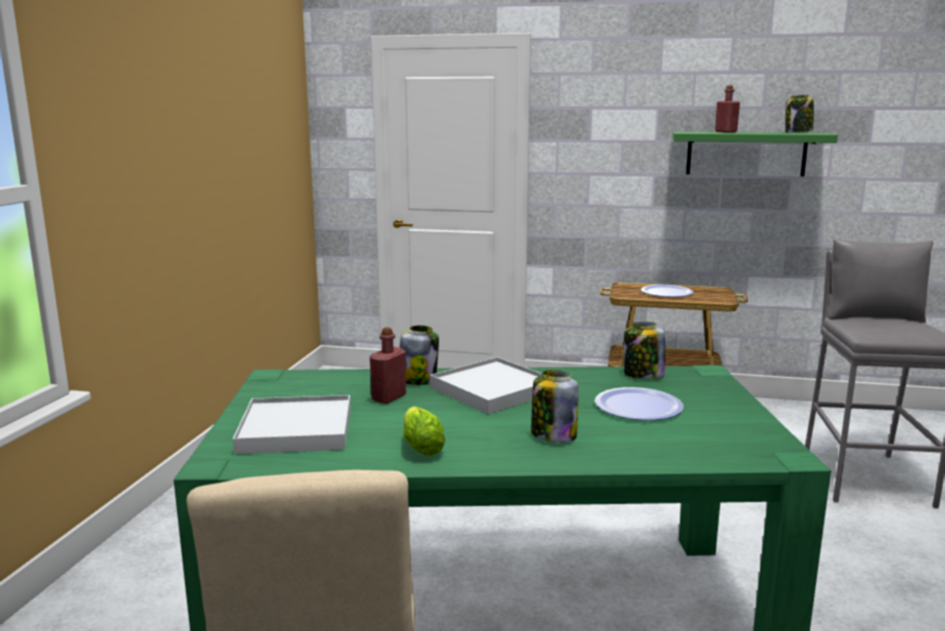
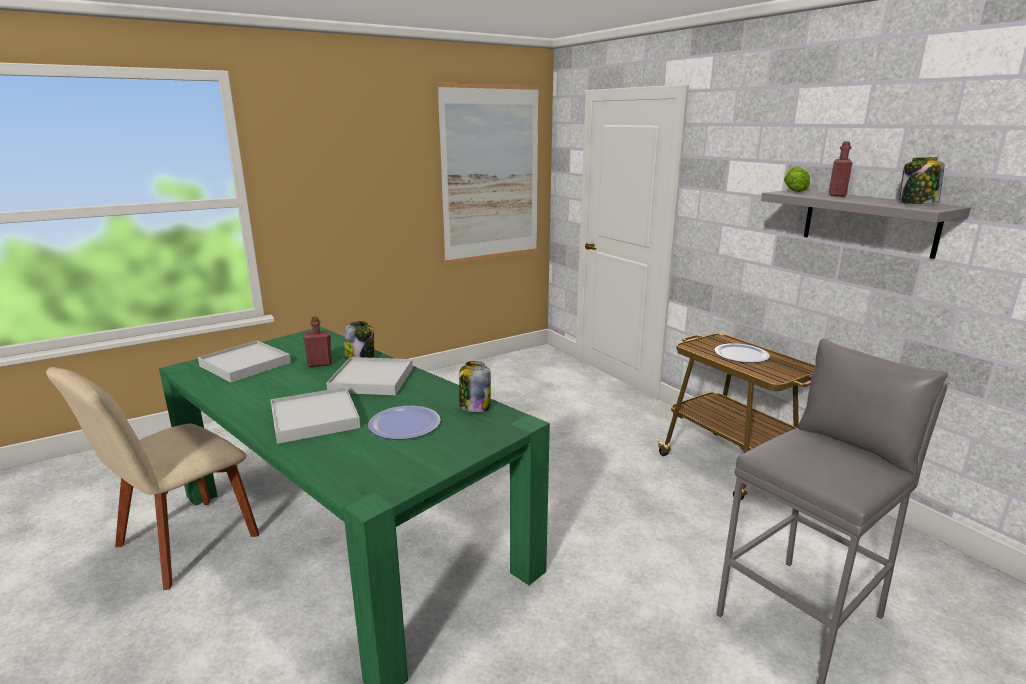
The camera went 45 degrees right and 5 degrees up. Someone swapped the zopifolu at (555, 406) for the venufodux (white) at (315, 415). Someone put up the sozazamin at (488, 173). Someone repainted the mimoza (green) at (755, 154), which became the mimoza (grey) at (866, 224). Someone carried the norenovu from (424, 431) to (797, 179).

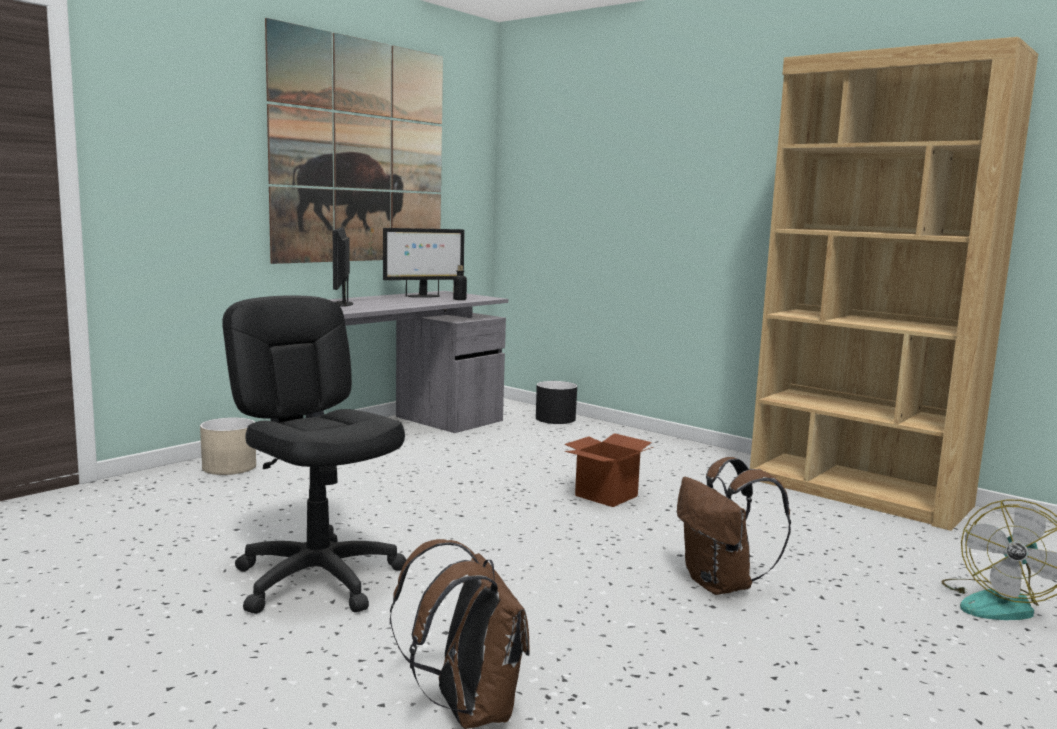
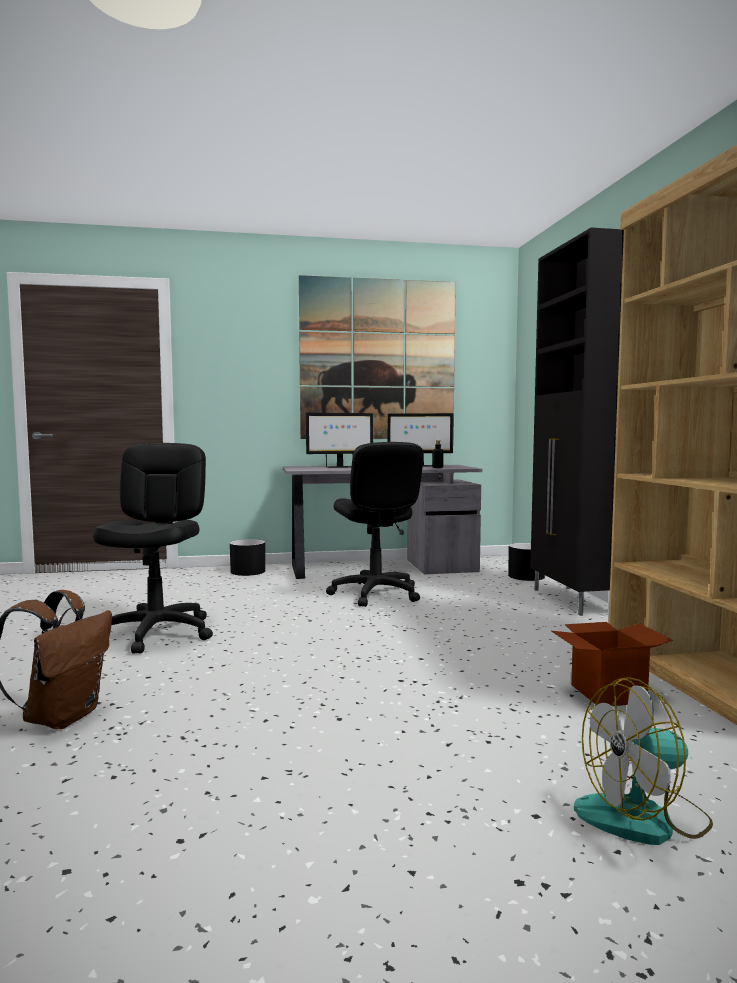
The camera went 40 degrees right and 5 degrees down. Someone repainted the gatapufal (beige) at (228, 446), which became the gatapufal (black) at (247, 557). Someone rotated the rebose at (343, 267) by 135 degrees counterclockwise. Someone put down the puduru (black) at (375, 524). Someone put down the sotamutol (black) at (577, 422). Someone carried the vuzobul from (608, 470) to (612, 664). Someone took away the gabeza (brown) at (734, 526).

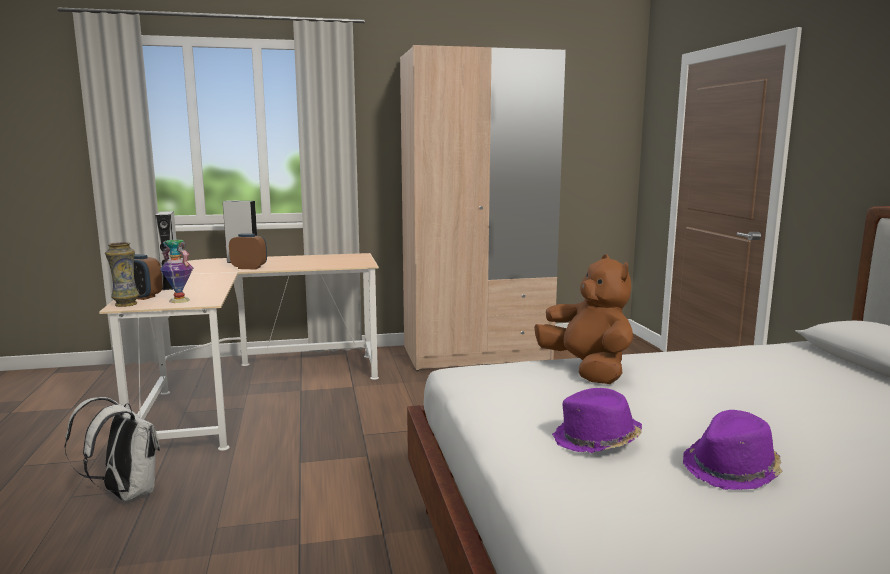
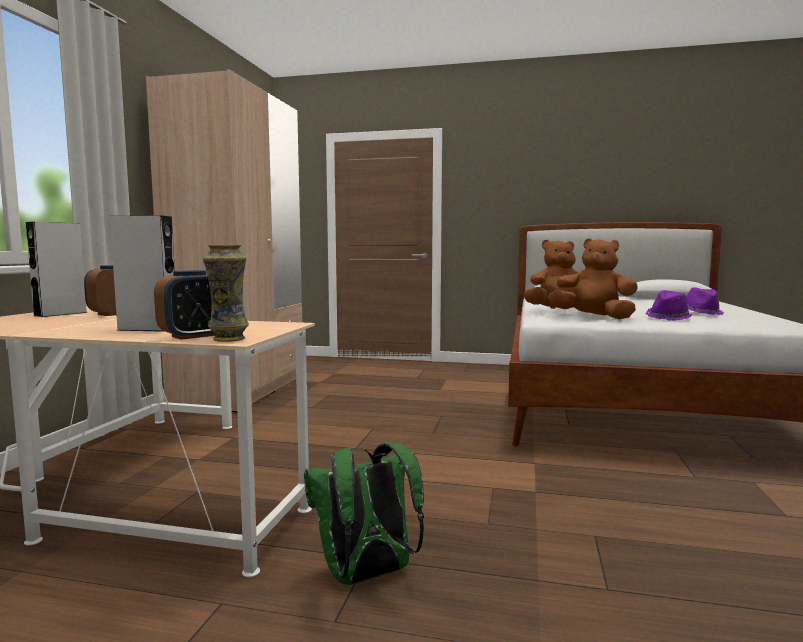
The camera went 65 degrees left and 5 degrees down. Someone repainted the gabeza (white) at (112, 449), which became the gabeza (green) at (364, 513). Someone put down the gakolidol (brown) at (593, 278). Someone took away the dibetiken at (176, 271).

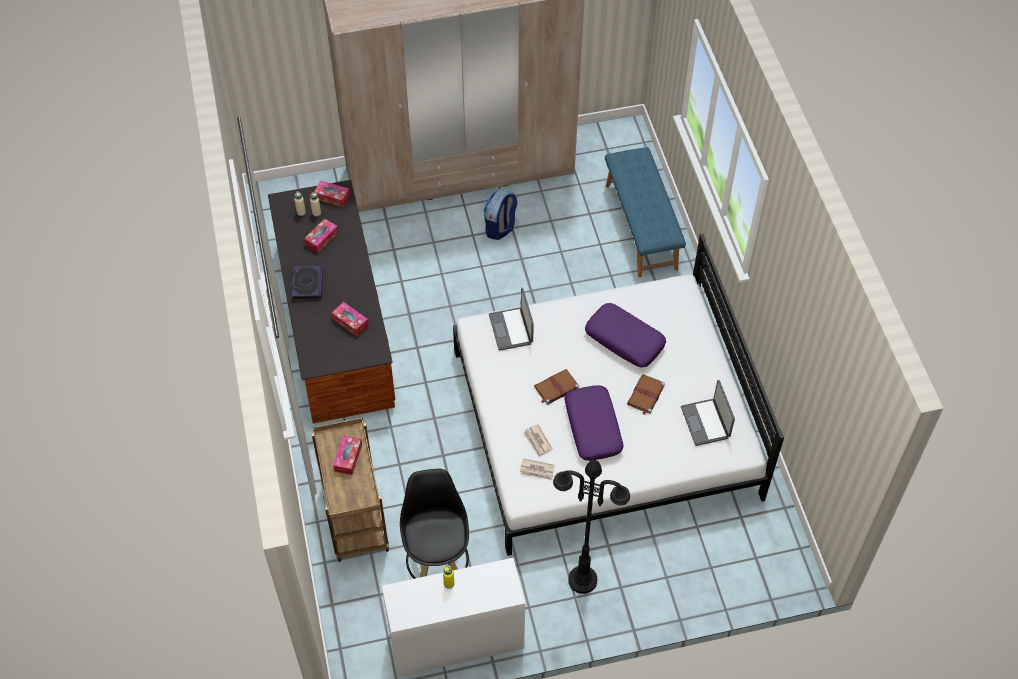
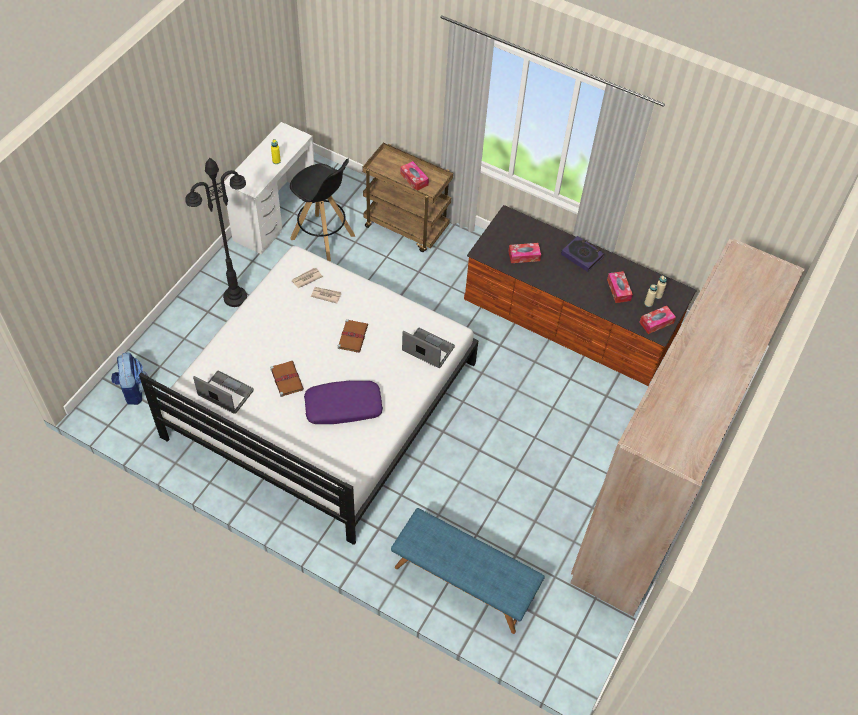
The camera went 130 degrees right and 0 degrees up. Someone carried the gabeza from (500, 213) to (129, 378). Someone took away the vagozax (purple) at (594, 423).

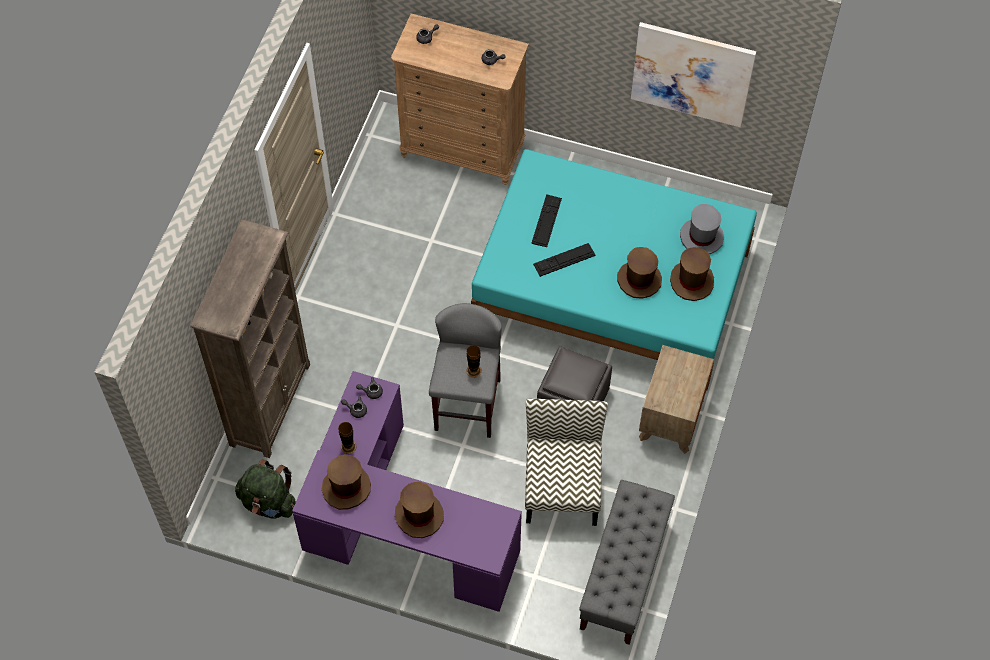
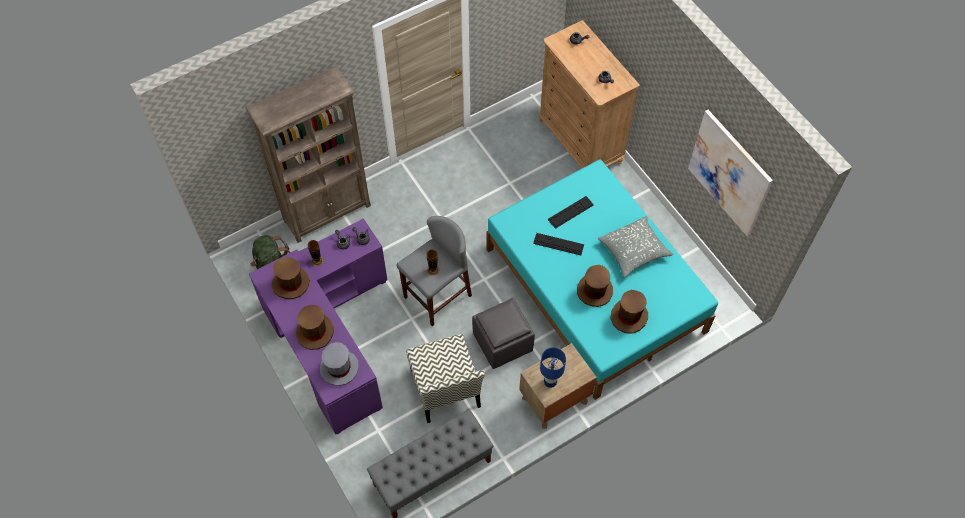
The camera went 40 degrees right and 0 degrees up. Someone carried the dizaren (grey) from (702, 229) to (339, 364). Someone rotated the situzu at (566, 462) by 120 degrees clockwise. Someone put down the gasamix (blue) at (553, 367). Someone put down the vagozax (grey) at (635, 246).

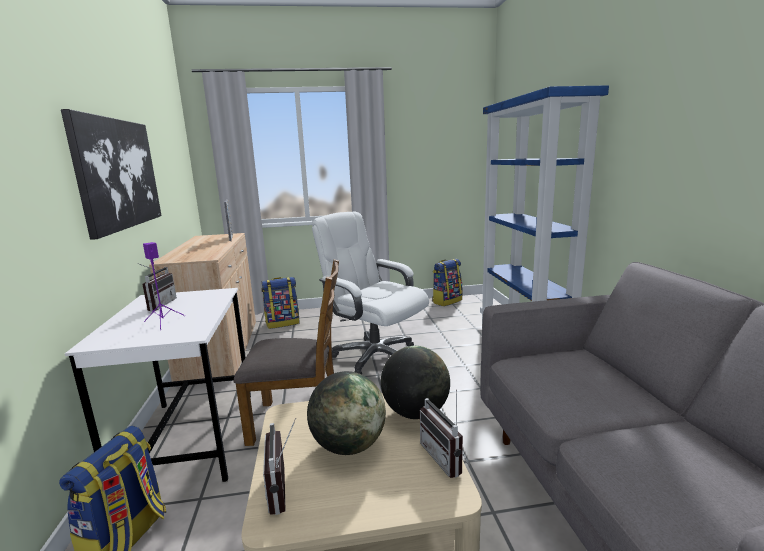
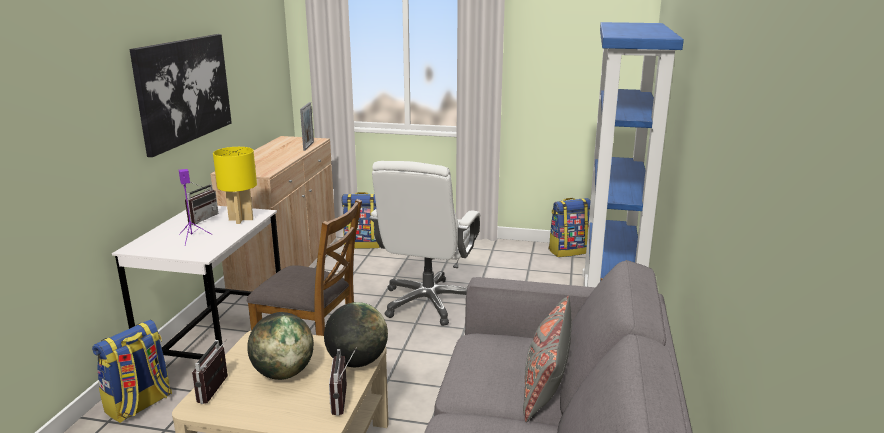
The camera went 20 degrees right and 5 degrees up. Someone put down the gasamix (yellow) at (235, 185). Someone rotated the puduru (white) at (370, 293) by 135 degrees counterclockwise. Someone put down the vagozax (grey) at (547, 359).

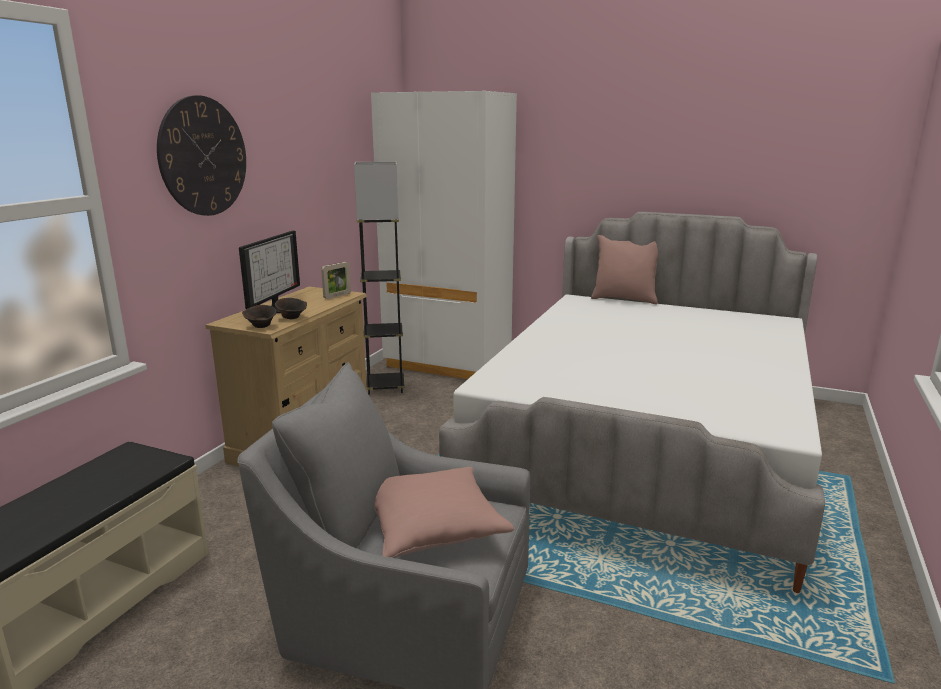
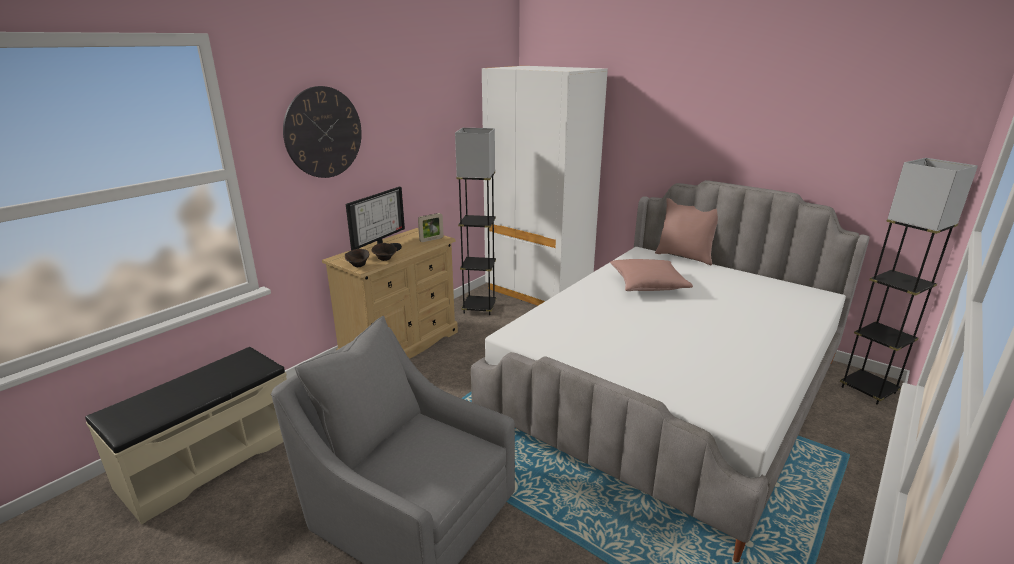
The camera went 15 degrees right and 5 degrees up. Someone carried the vagozax (pink) from (444, 512) to (651, 275). Someone put down the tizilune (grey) at (909, 281).

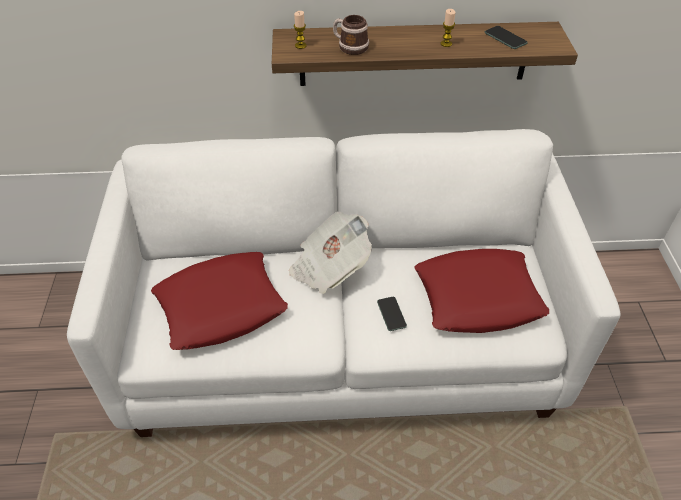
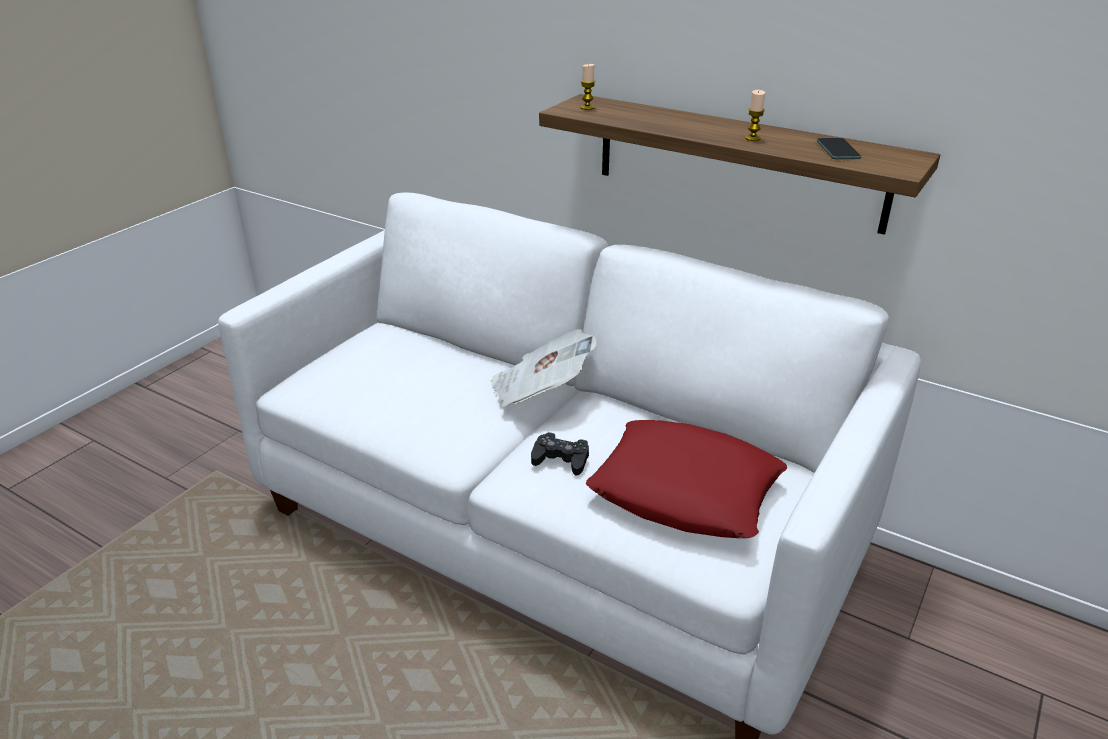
The camera went 35 degrees right and 15 degrees down. Someone swapped the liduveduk at (392, 314) for the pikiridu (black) at (560, 454). Someone took away the vagozax (red) at (219, 301). Someone took away the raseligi at (351, 35).

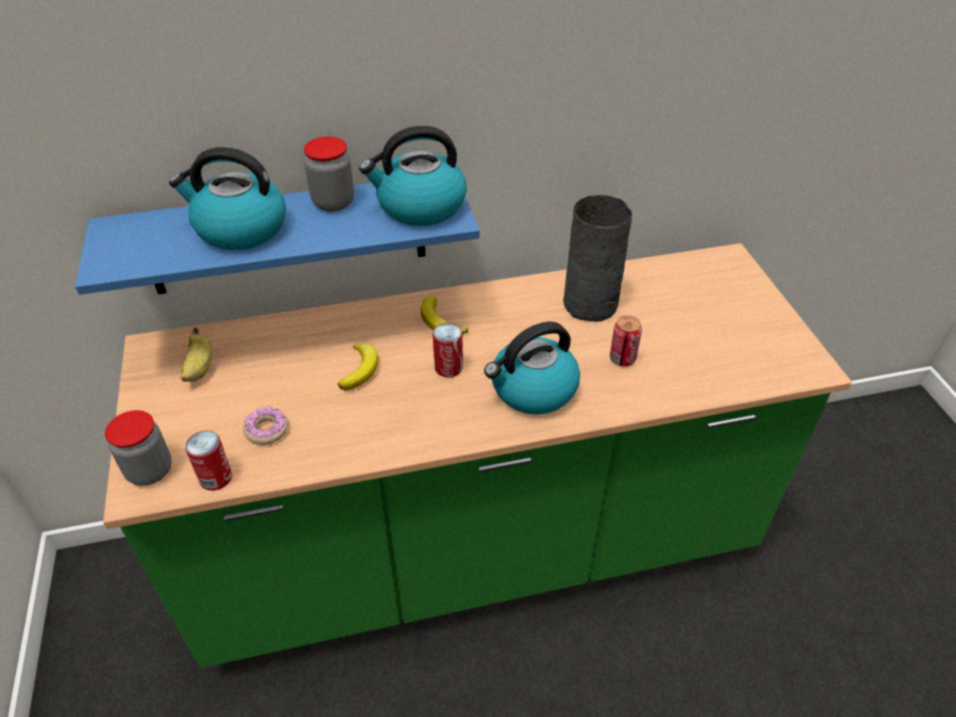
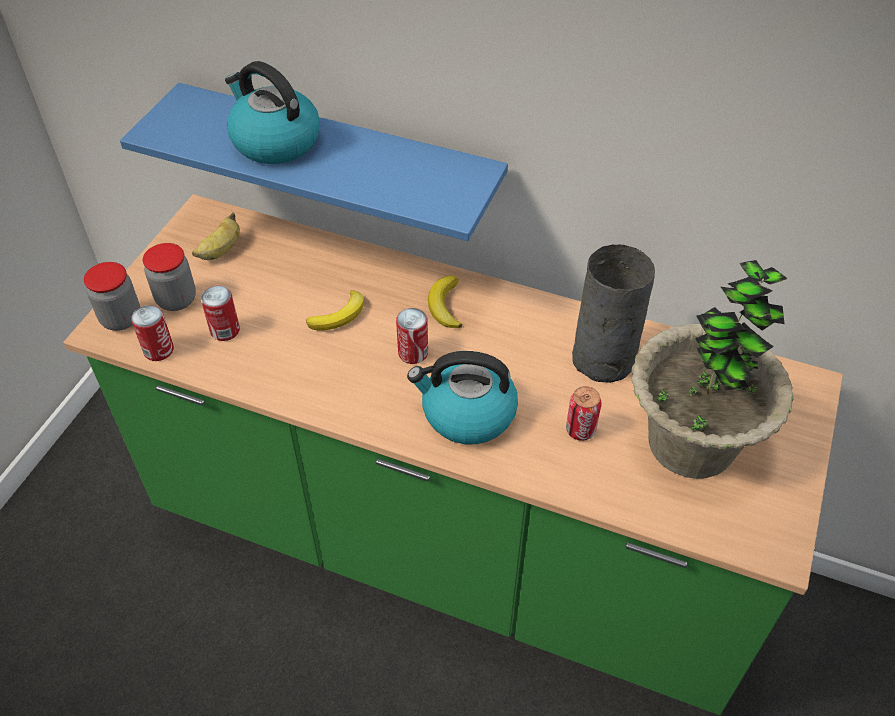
The camera went 35 degrees right and 5 degrees up. Someone carried the zopifolu from (329, 174) to (169, 277). Someone swapped the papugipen at (265, 425) for the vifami at (220, 313). Someone put down the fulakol at (712, 369). Someone took away the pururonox at (413, 176).

